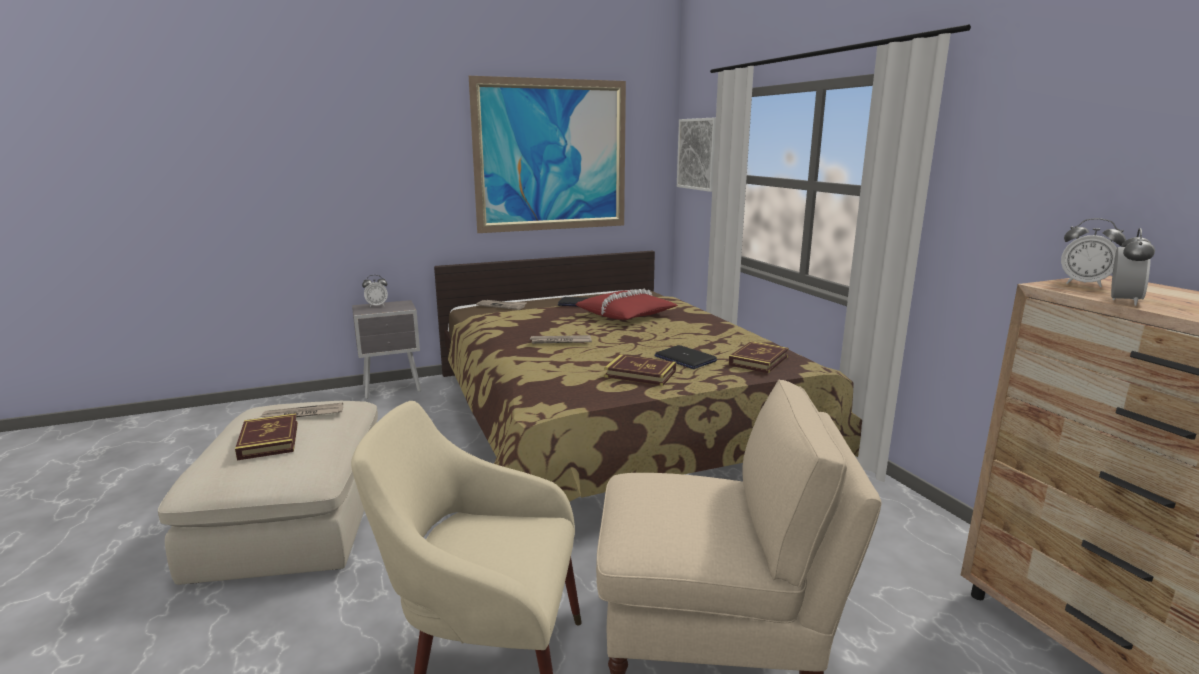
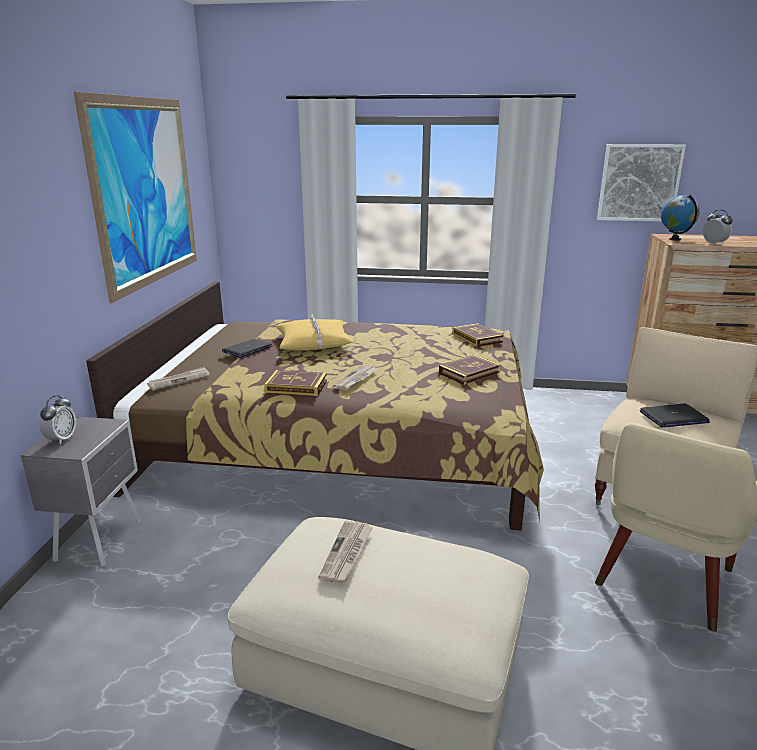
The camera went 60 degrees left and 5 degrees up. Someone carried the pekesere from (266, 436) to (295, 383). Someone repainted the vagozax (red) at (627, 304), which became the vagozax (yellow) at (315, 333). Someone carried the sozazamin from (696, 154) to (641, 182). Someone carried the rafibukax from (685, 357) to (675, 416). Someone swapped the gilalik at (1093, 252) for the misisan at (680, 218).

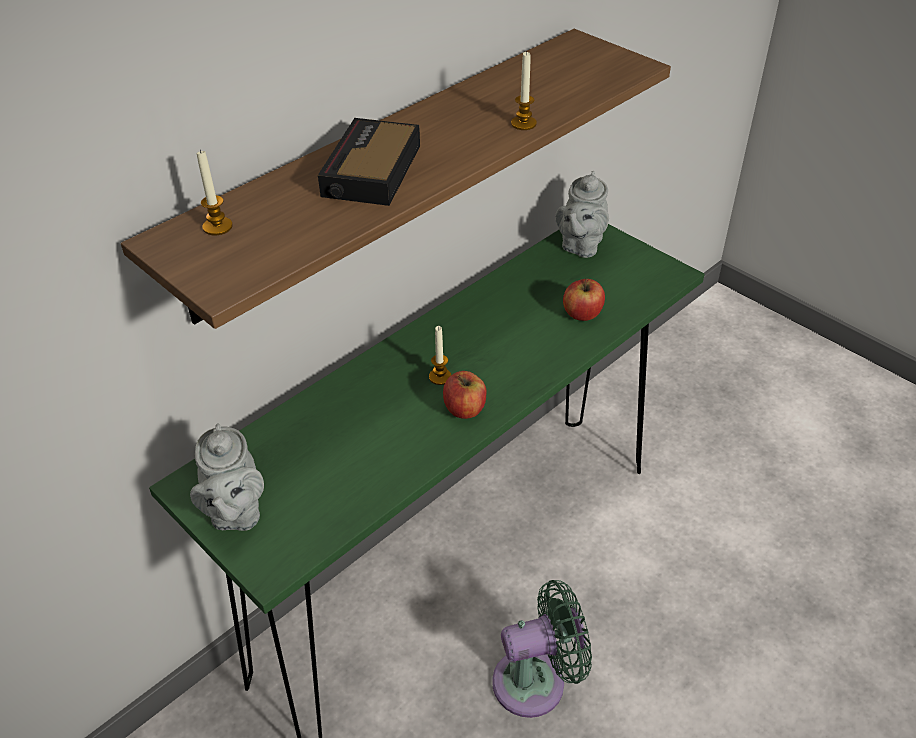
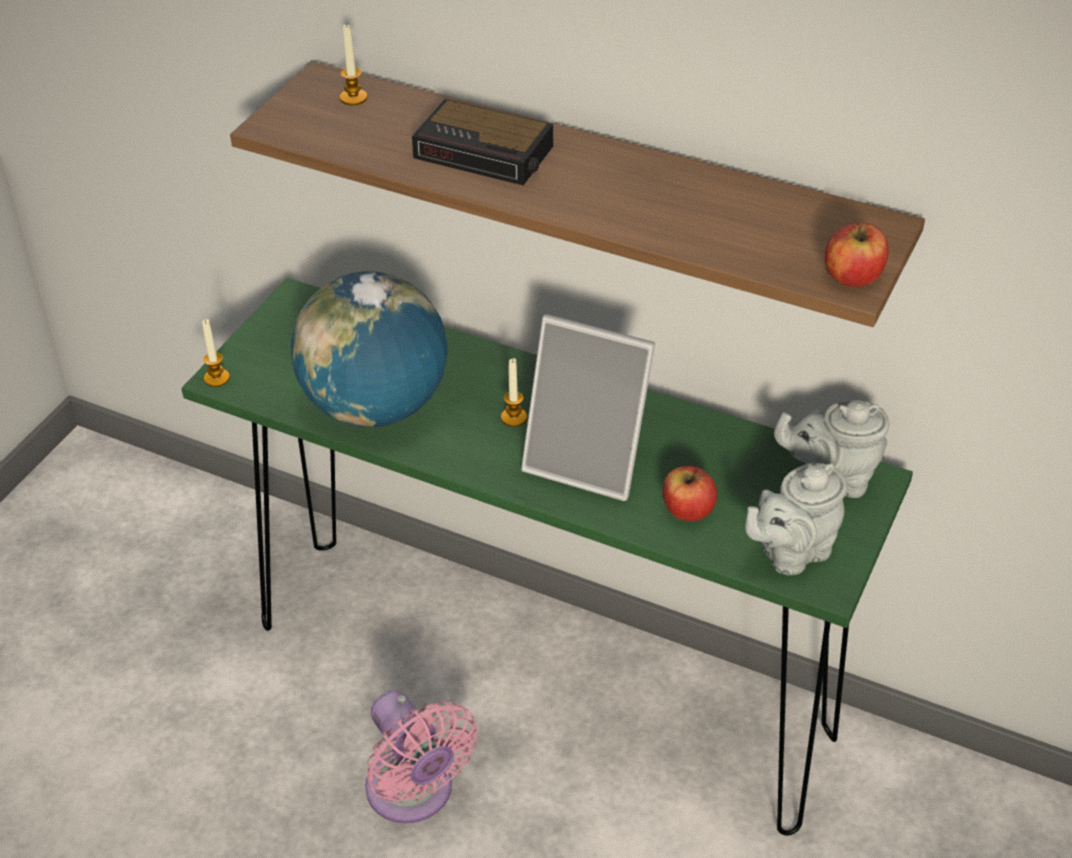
The camera went 70 degrees right and 0 degrees up. Someone carried the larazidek from (524, 91) to (216, 353). Someone put down the misisan at (369, 349). Someone repainted the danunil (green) at (542, 649), which became the danunil (pink) at (421, 757). Someone rotated the gilalik at (369, 162) by 150 degrees counterclockwise. Someone put down the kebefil at (588, 407). Someone carried the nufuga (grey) from (227, 477) to (796, 519). Someone carried the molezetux from (464, 395) to (857, 254).

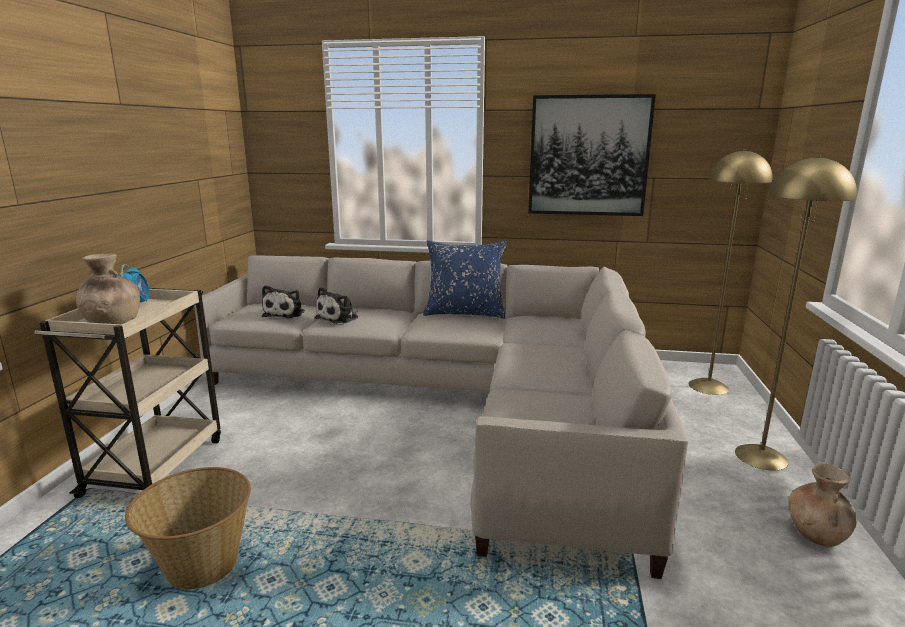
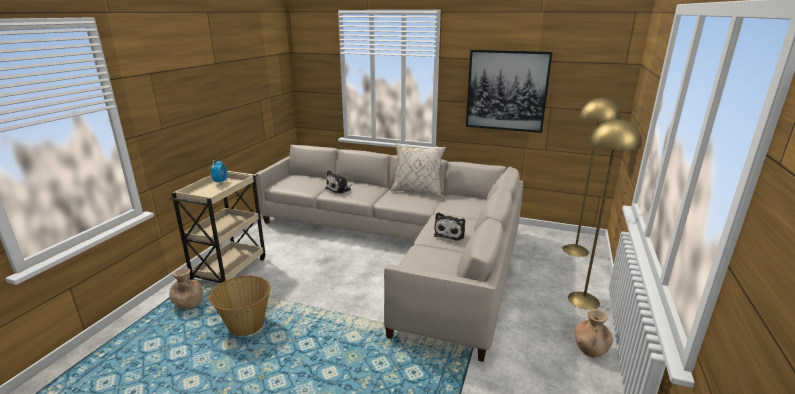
The camera went 10 degrees right and 5 degrees up. Someone carried the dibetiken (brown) from (108, 289) to (186, 288). Someone repainted the vagozax (blue) at (465, 280), which became the vagozax (beige) at (418, 170). Someone carried the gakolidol from (283, 301) to (449, 226).

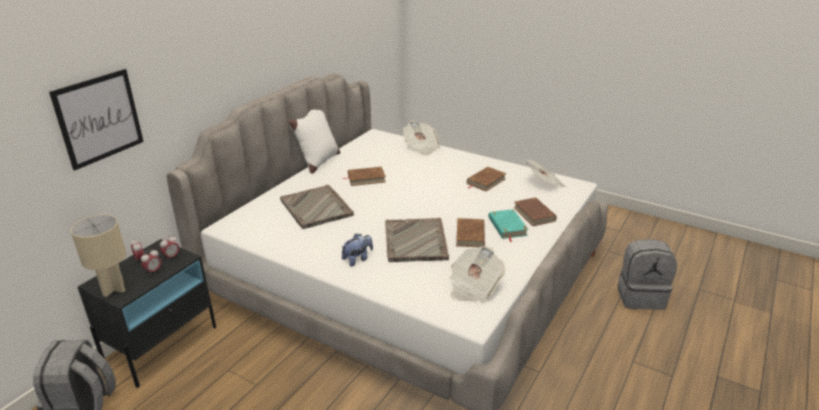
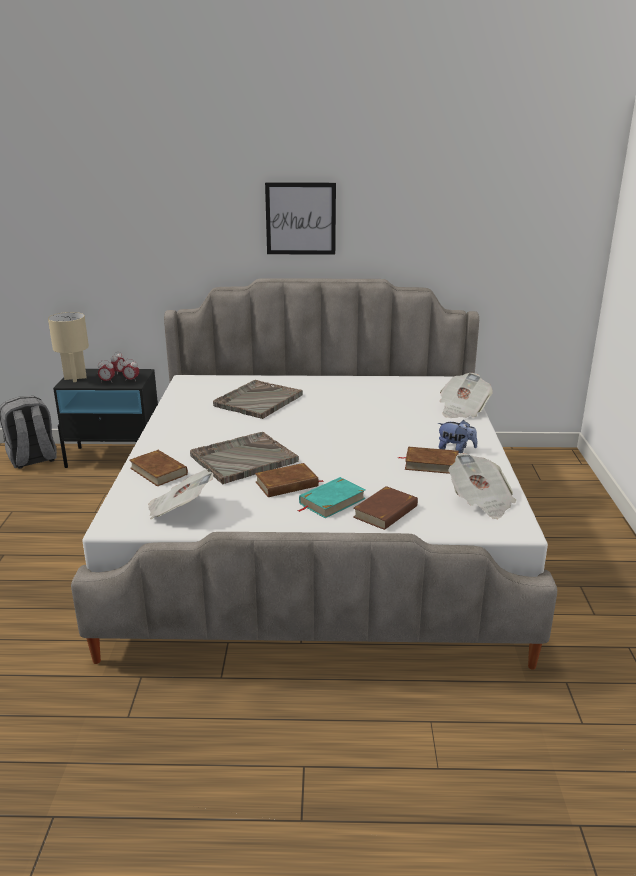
The camera went 60 degrees right and 5 degrees down. Someone carried the pekesere (brown) from (364, 176) to (158, 468). Someone carried the sozazamin from (96, 120) to (300, 218). Someone carried the gakolidol from (357, 250) to (457, 436). Someone took away the vagozax (white) at (314, 142). Someone took away the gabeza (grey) at (647, 274).

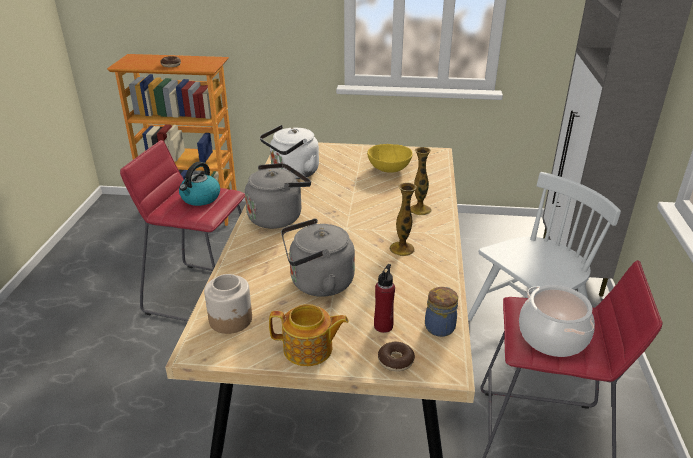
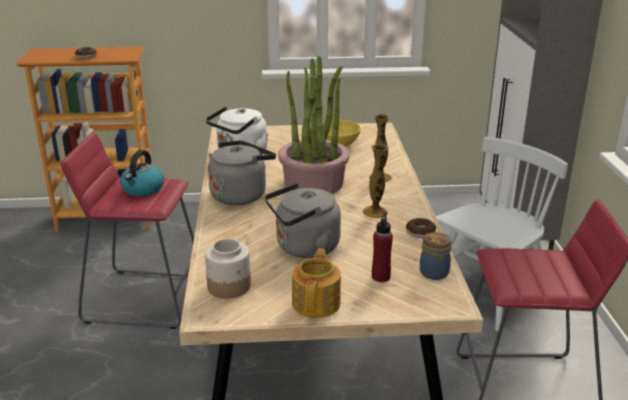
The camera went 10 degrees left and 5 degrees down. Someone put down the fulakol at (314, 125). Someone rotated the nufuga at (309, 335) by 75 degrees counterclockwise. Someone carried the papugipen from (396, 356) to (421, 228). Someone took away the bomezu at (557, 321).

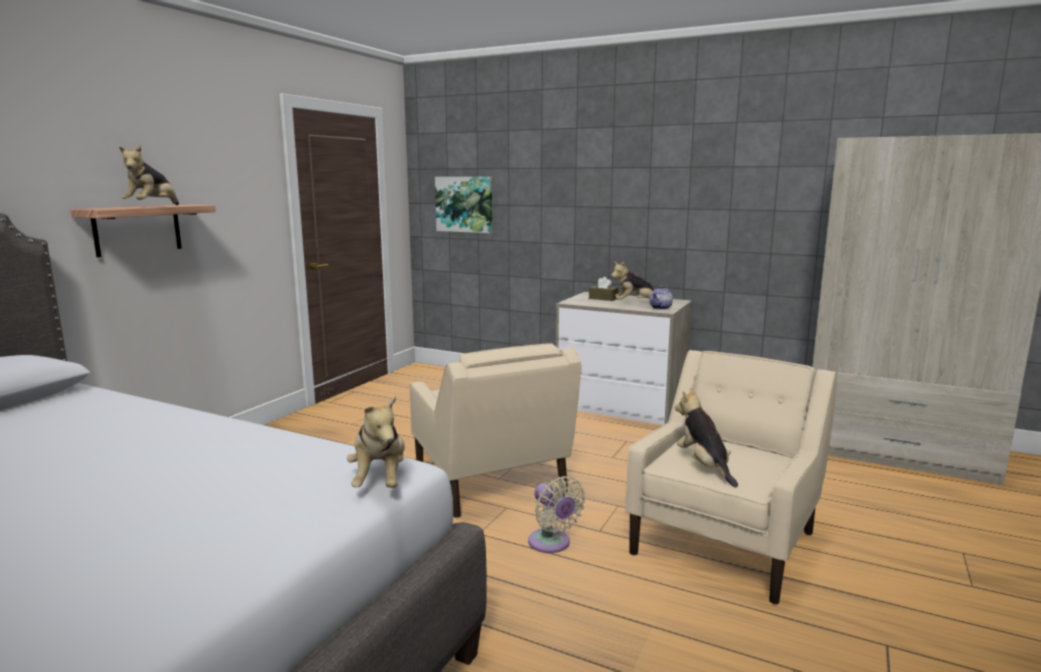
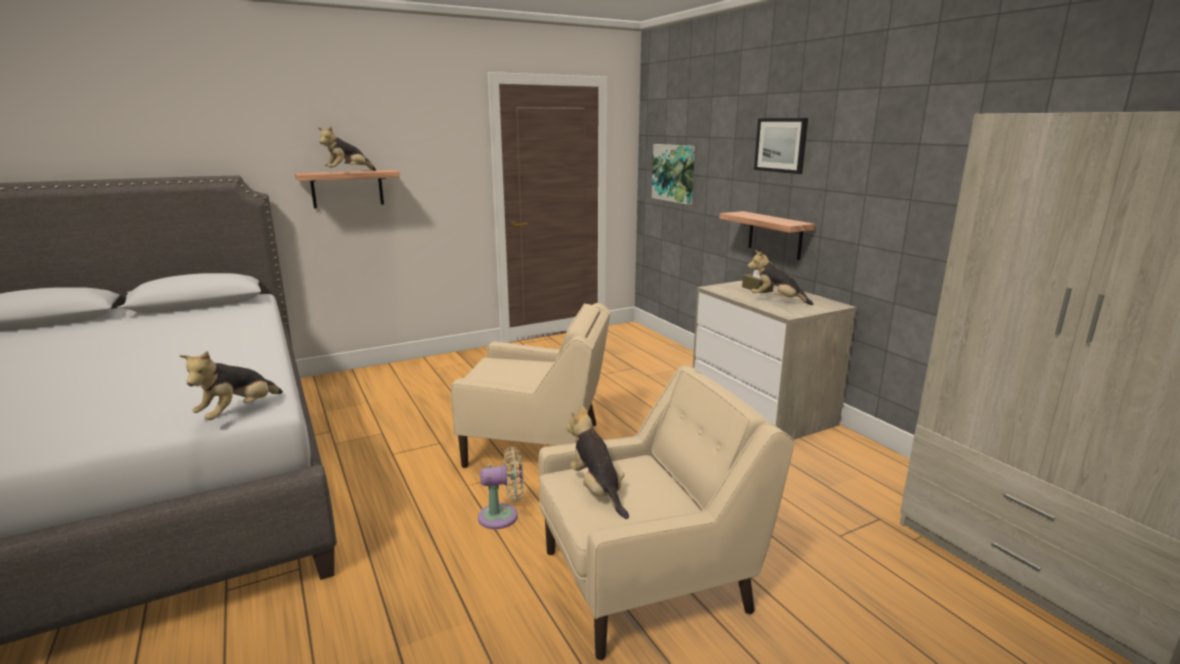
The camera went 35 degrees right and 5 degrees up. Someone rotated the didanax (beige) at (495, 430) by 90 degrees counterclockwise. Someone rotated the danunil (beige) at (556, 514) by 105 degrees counterclockwise. Someone rotated the gakolidol at (706, 437) by 45 degrees counterclockwise. Someone put up the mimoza at (767, 235). Someone put up the sozazamin at (781, 146). Someone took away the nufuga at (661, 298).

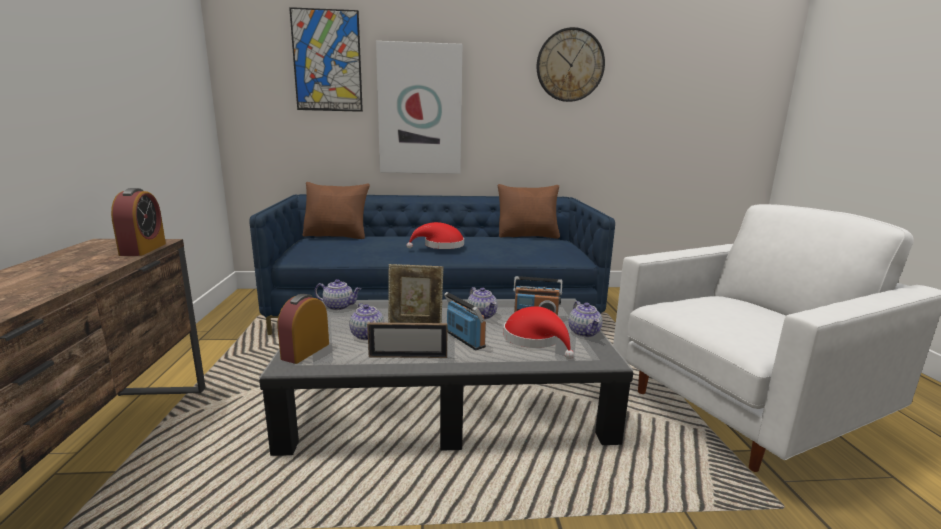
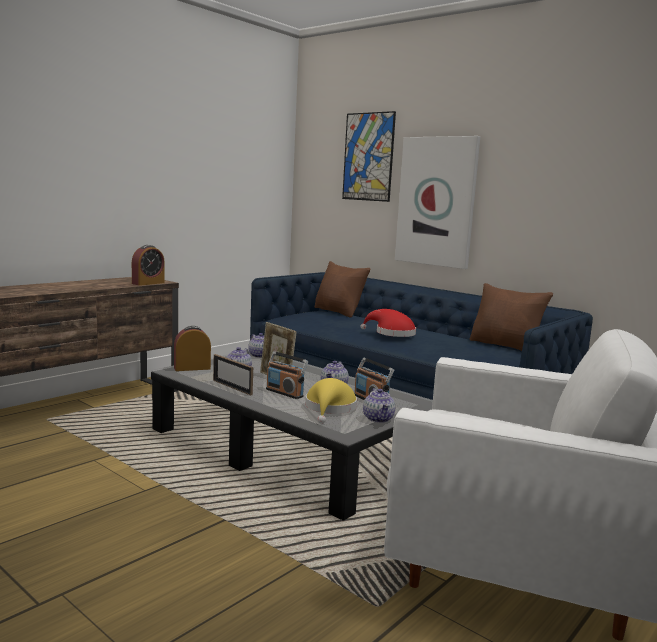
The camera went 45 degrees right and 5 degrees down. Someone rotated the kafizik at (465, 321) by 120 degrees clockwise. Someone repainted the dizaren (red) at (539, 332), which became the dizaren (yellow) at (331, 401). Someone rotated the nufuga at (585, 319) by 45 degrees counterclockwise. Someone took away the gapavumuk at (571, 64).

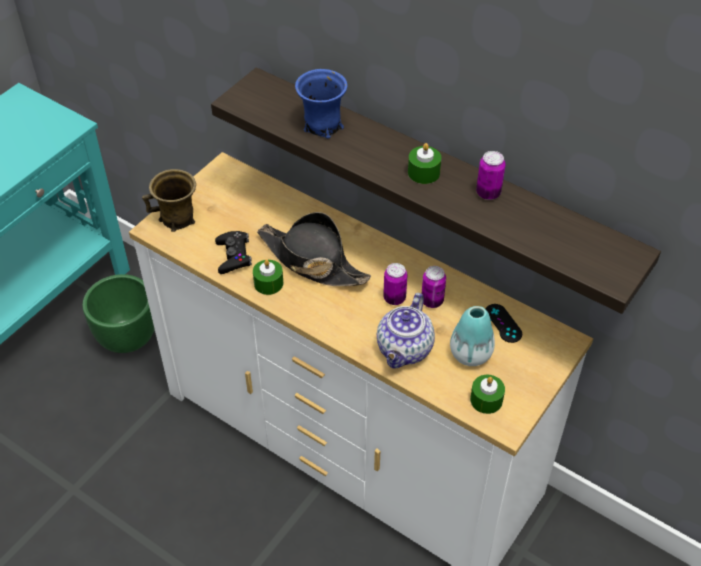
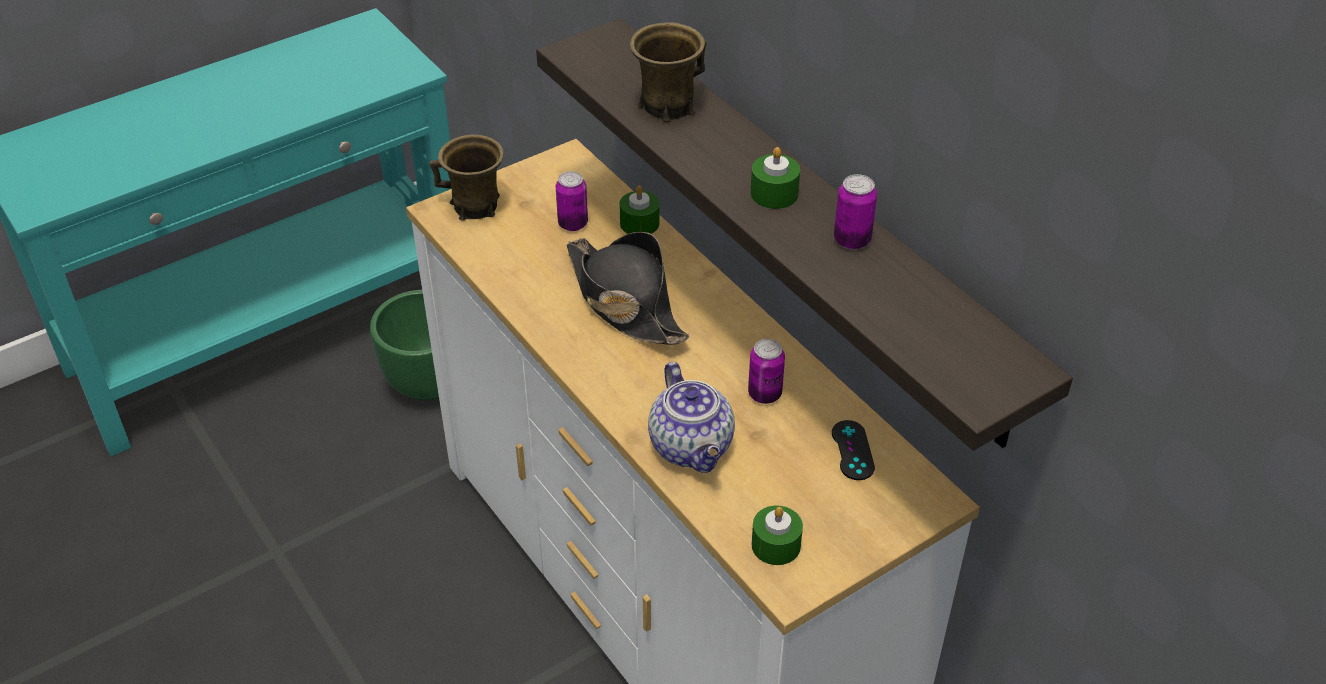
The camera went 20 degrees right and 5 degrees down. Someone carried the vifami from (395, 284) to (572, 201). Someone carried the larazidek (green) from (268, 277) to (639, 210). Someone repainted the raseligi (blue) at (321, 103), which became the raseligi (brown) at (668, 72). Someone rotated the nufuga at (406, 331) by 60 degrees counterclockwise. Someone took away the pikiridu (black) at (233, 252). Someone took away the dibetiken at (472, 336).

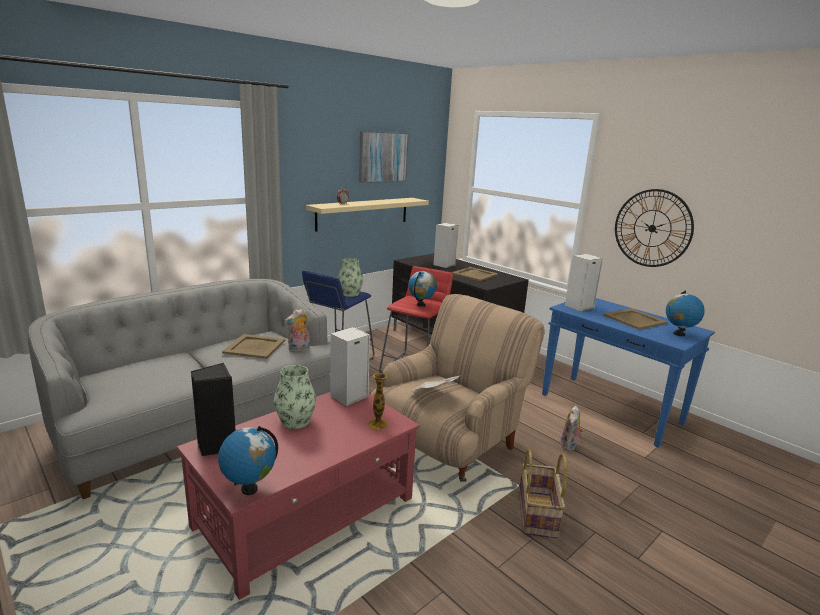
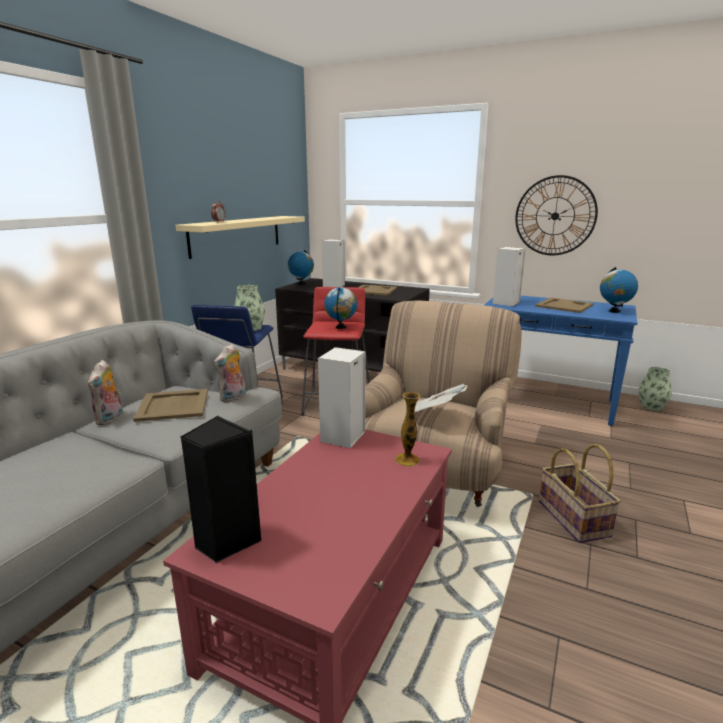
The camera went 20 degrees left and 0 degrees up. Someone carried the gakolidol from (572, 428) to (105, 393). Someone carried the misisan from (248, 460) to (301, 267). Someone carried the dibetiken from (295, 397) to (655, 389). Someone took away the sozazamin at (384, 157).

